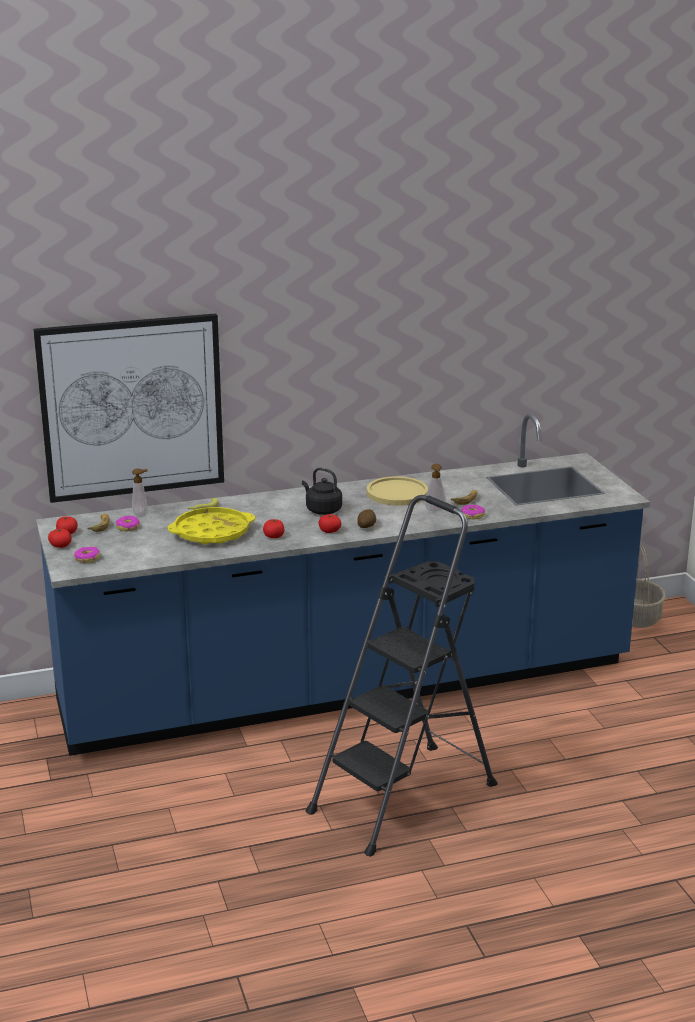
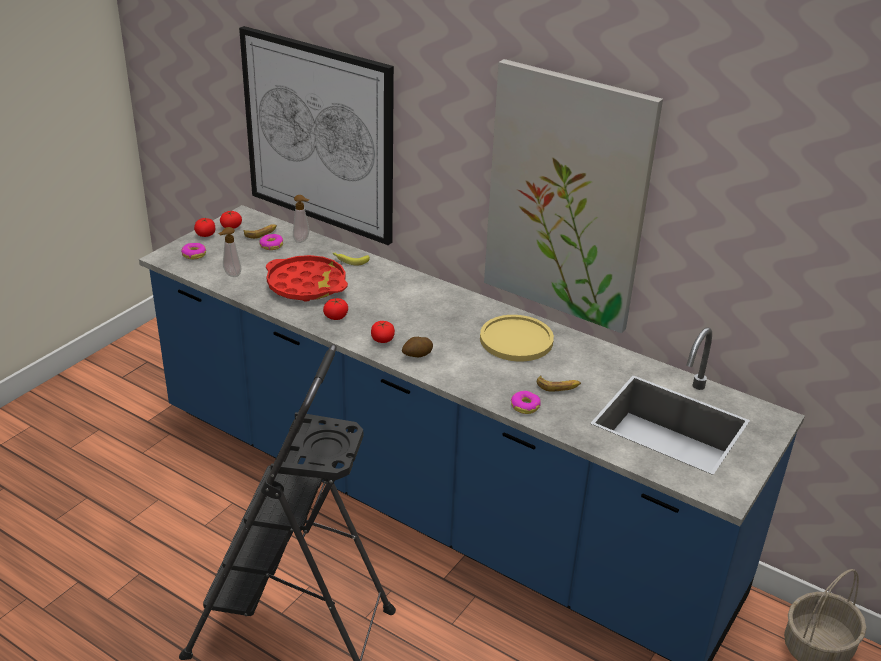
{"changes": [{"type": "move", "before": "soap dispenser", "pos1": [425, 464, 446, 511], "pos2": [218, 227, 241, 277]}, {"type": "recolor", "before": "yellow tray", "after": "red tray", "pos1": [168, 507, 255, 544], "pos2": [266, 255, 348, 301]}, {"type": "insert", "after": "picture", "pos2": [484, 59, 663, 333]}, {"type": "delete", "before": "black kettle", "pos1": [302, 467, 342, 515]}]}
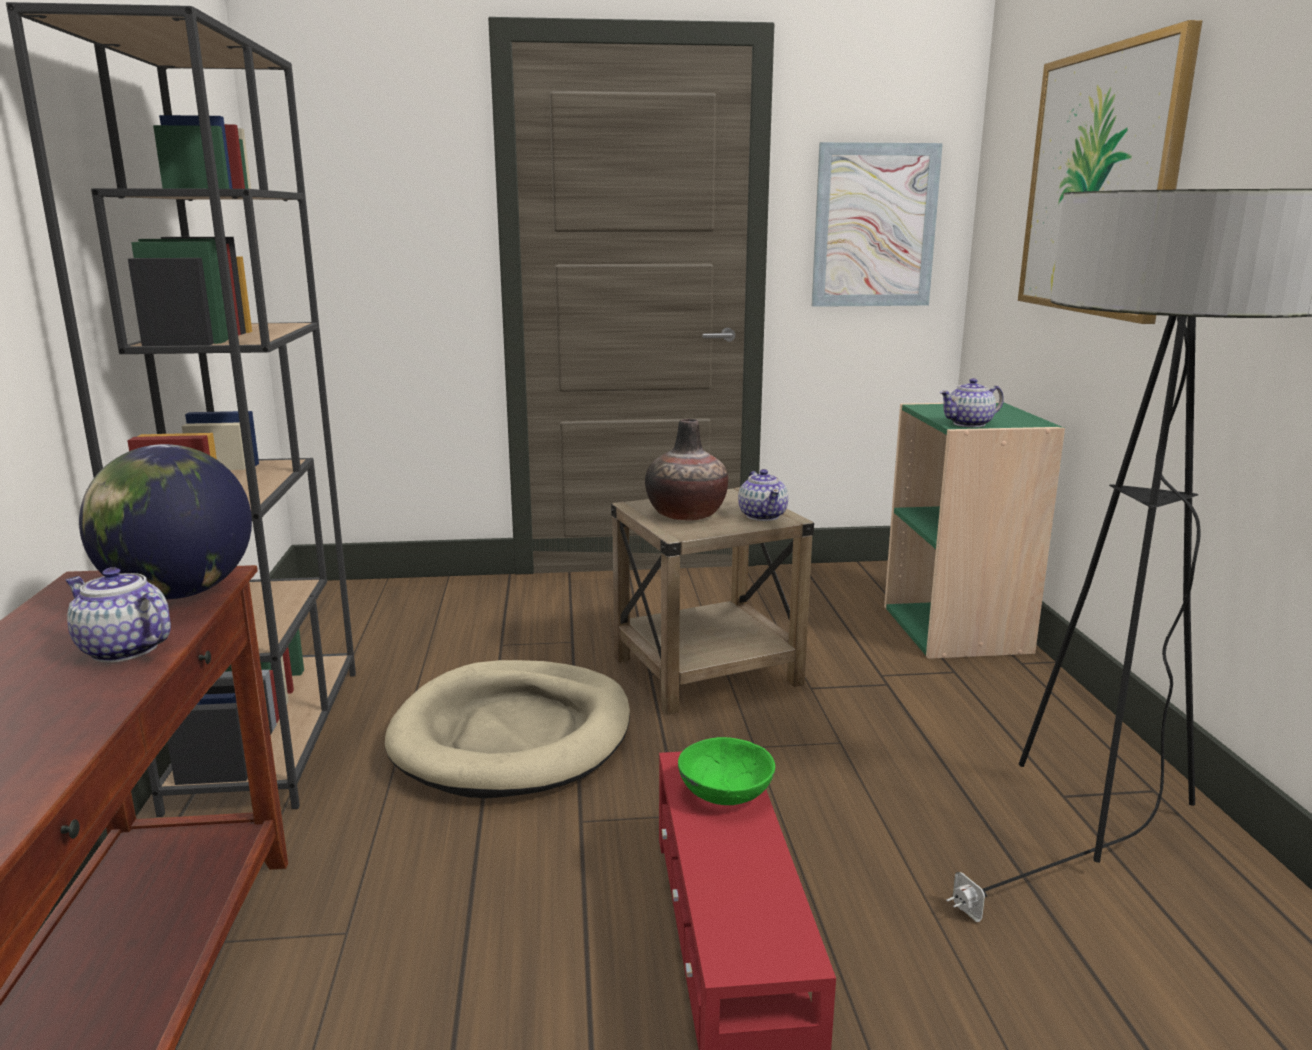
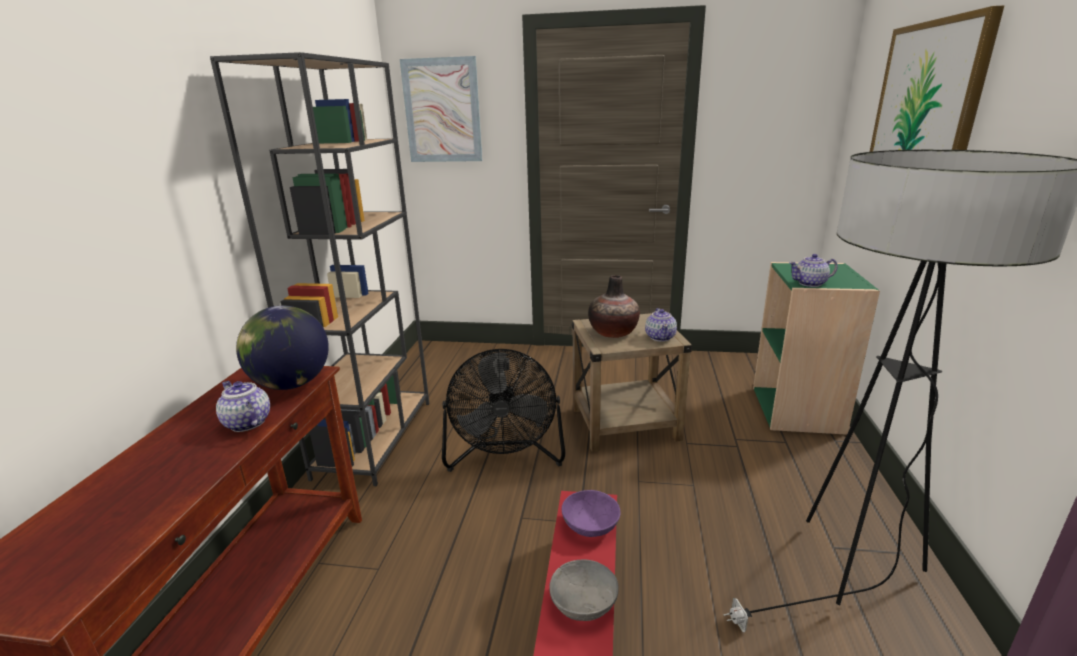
{"changes": [{"type": "move", "before": "picture", "pos1": [812, 142, 943, 307], "pos2": [400, 56, 483, 162]}, {"type": "replace", "before": "beige dog bed", "after": "black fan", "pos1": [385, 660, 630, 798], "pos2": [442, 349, 565, 472]}, {"type": "insert", "after": "grey bowl", "pos2": [549, 559, 619, 621]}, {"type": "recolor", "before": "green bowl", "after": "purple bowl", "pos1": [678, 737, 775, 805], "pos2": [562, 490, 620, 537]}]}
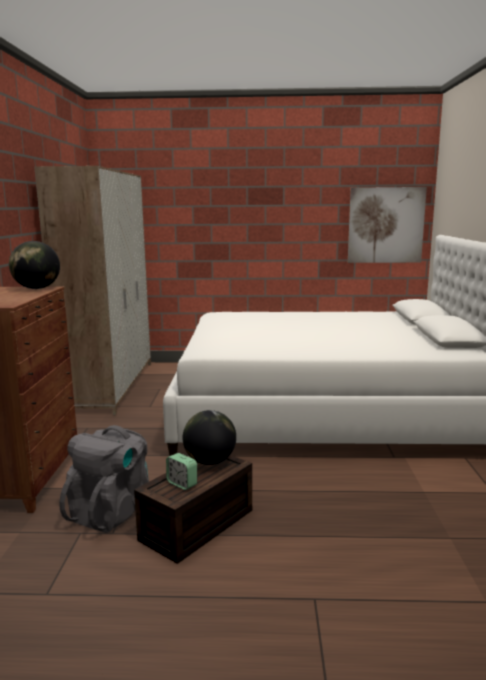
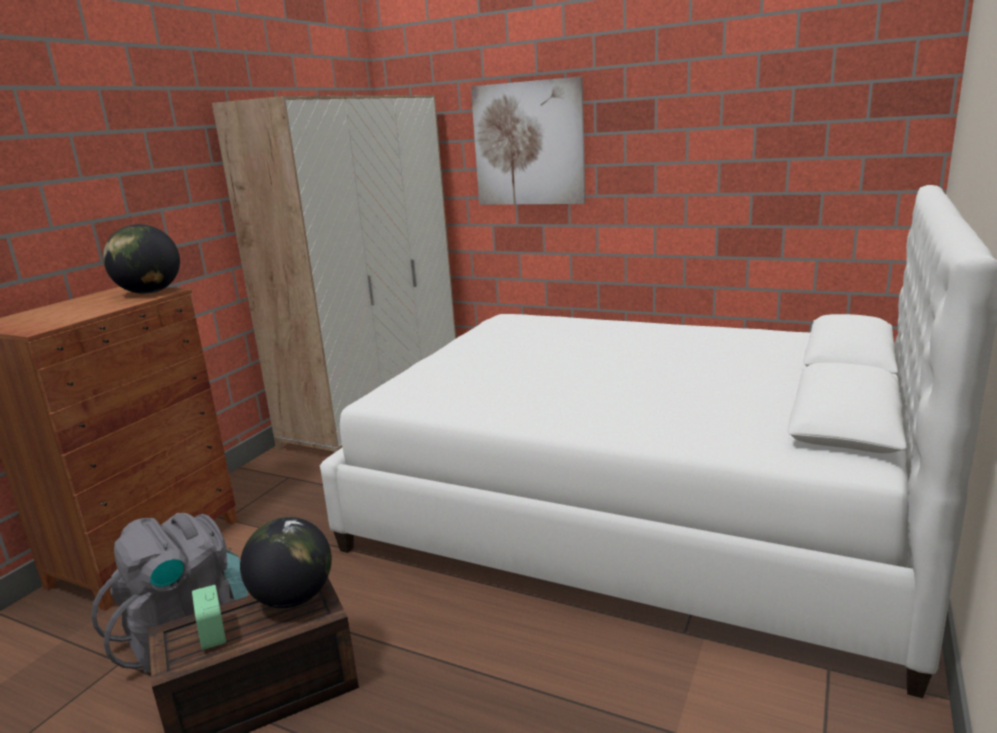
{"changes": [{"type": "move", "before": "picture", "pos1": [348, 187, 427, 263], "pos2": [471, 77, 585, 205]}]}
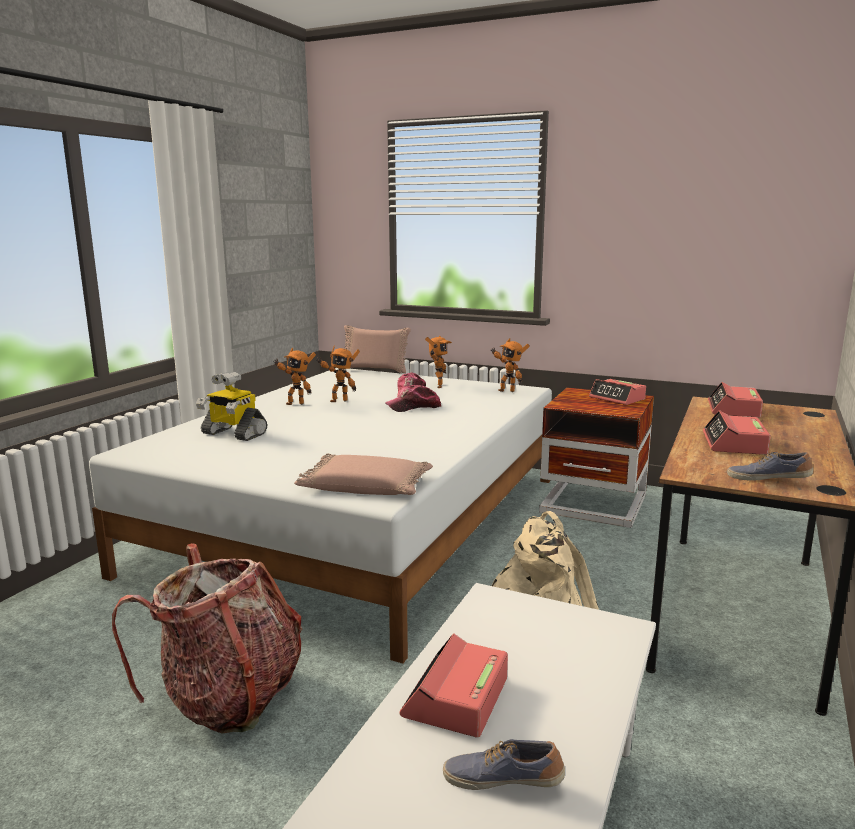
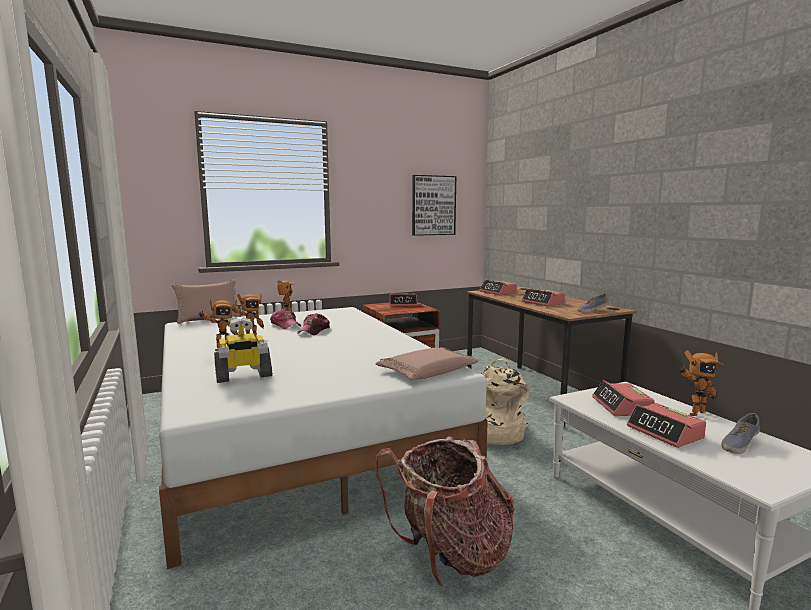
{"changes": [{"type": "insert", "after": "picture", "pos2": [412, 175, 456, 236]}, {"type": "insert", "after": "alarm clock", "pos2": [592, 380, 655, 416]}, {"type": "move", "before": "toy robot", "pos1": [491, 338, 530, 392], "pos2": [679, 350, 723, 416]}]}
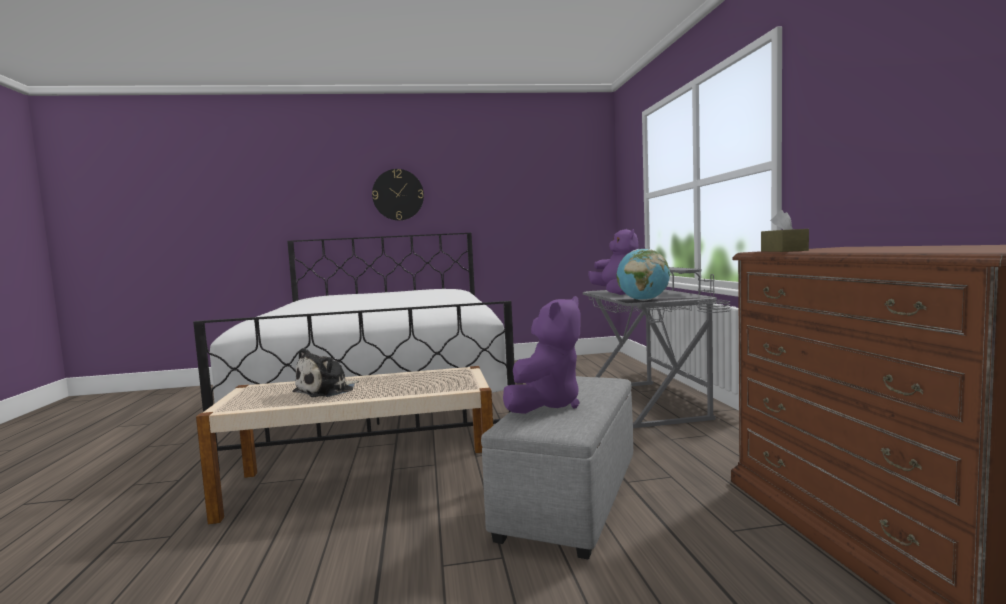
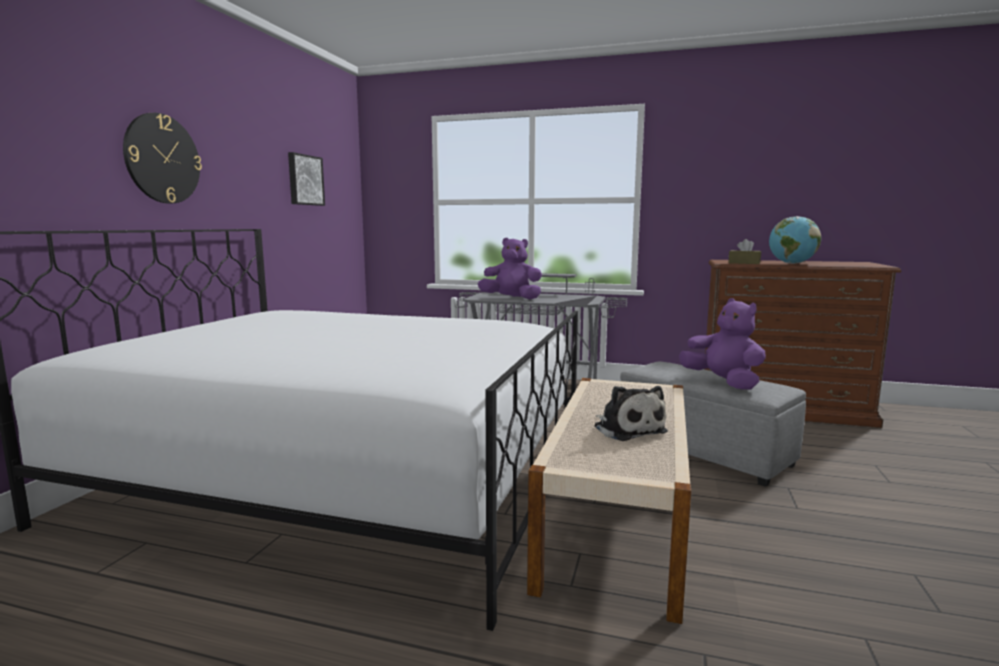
{"changes": [{"type": "insert", "after": "picture", "pos2": [288, 152, 325, 206]}, {"type": "move", "before": "globe", "pos1": [617, 249, 670, 301], "pos2": [769, 216, 821, 264]}]}
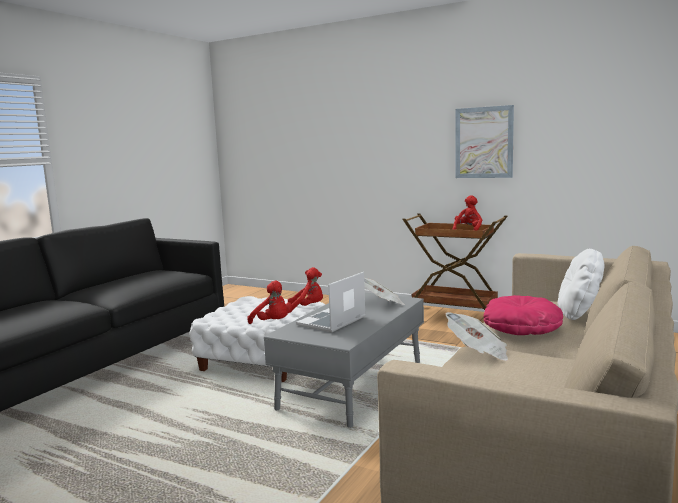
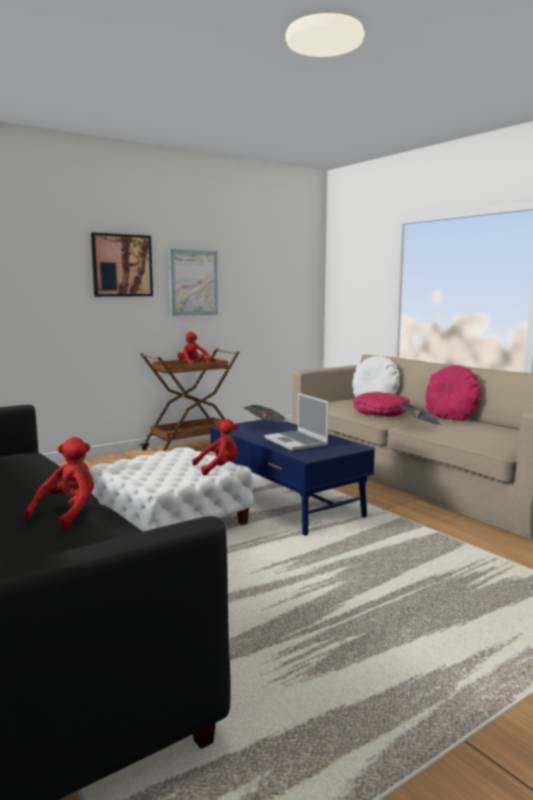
{"changes": [{"type": "move", "before": "red plush toy", "pos1": [288, 267, 323, 312], "pos2": [24, 437, 94, 529]}, {"type": "insert", "after": "picture", "pos2": [91, 233, 153, 297]}, {"type": "recolor", "before": "grey coffee table", "after": "blue coffee table", "pos1": [264, 293, 424, 428], "pos2": [210, 419, 375, 535]}, {"type": "insert", "after": "pink pillow", "pos2": [426, 366, 481, 421]}]}
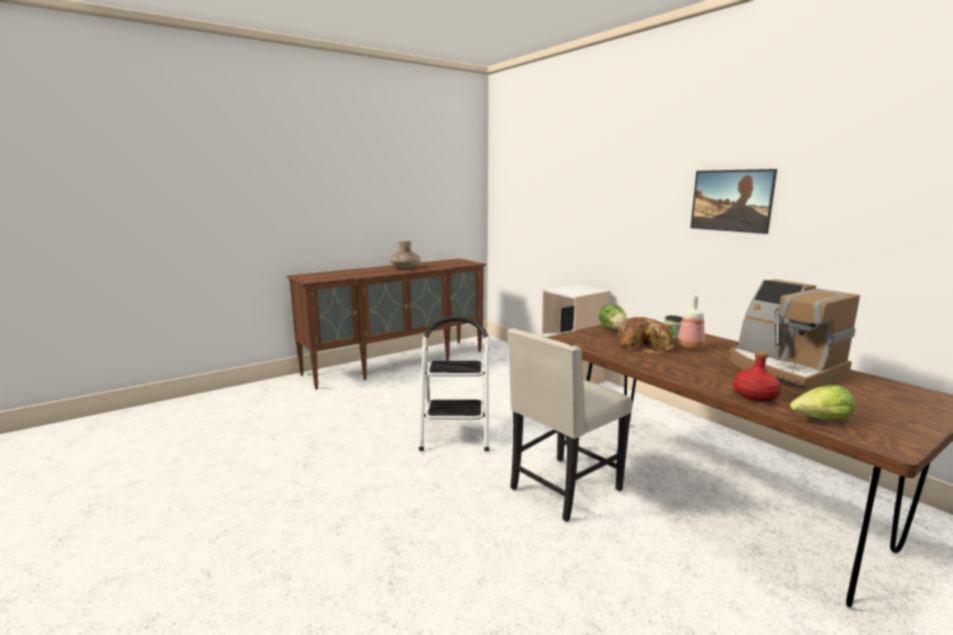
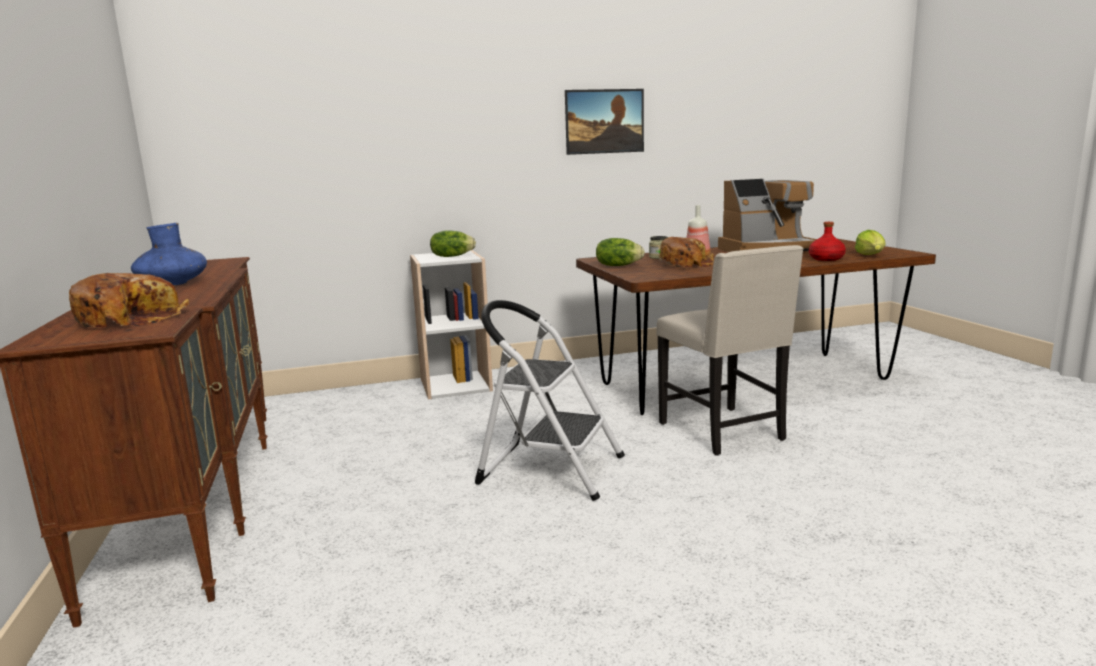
{"changes": [{"type": "insert", "after": "bread", "pos2": [69, 273, 189, 328]}, {"type": "recolor", "before": "brown vase", "after": "blue vase", "pos1": [390, 241, 421, 269], "pos2": [131, 223, 207, 286]}, {"type": "insert", "after": "lettuce", "pos2": [430, 230, 476, 257]}]}
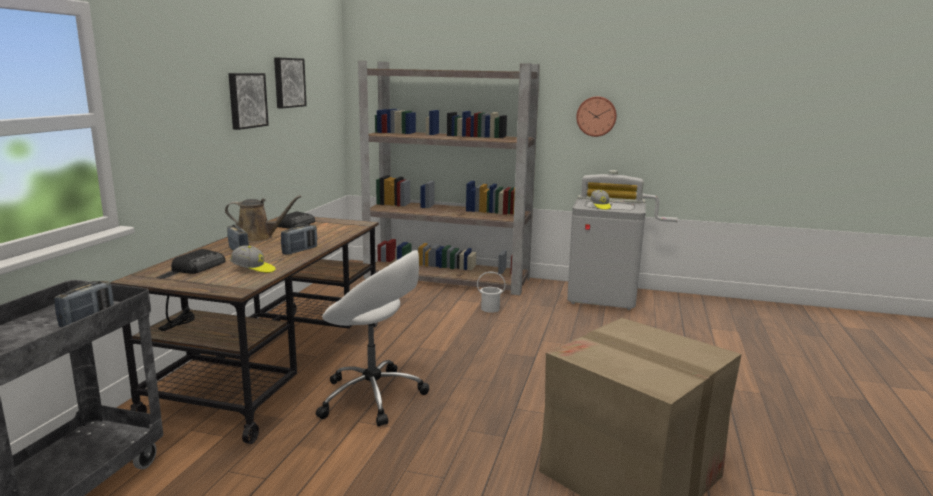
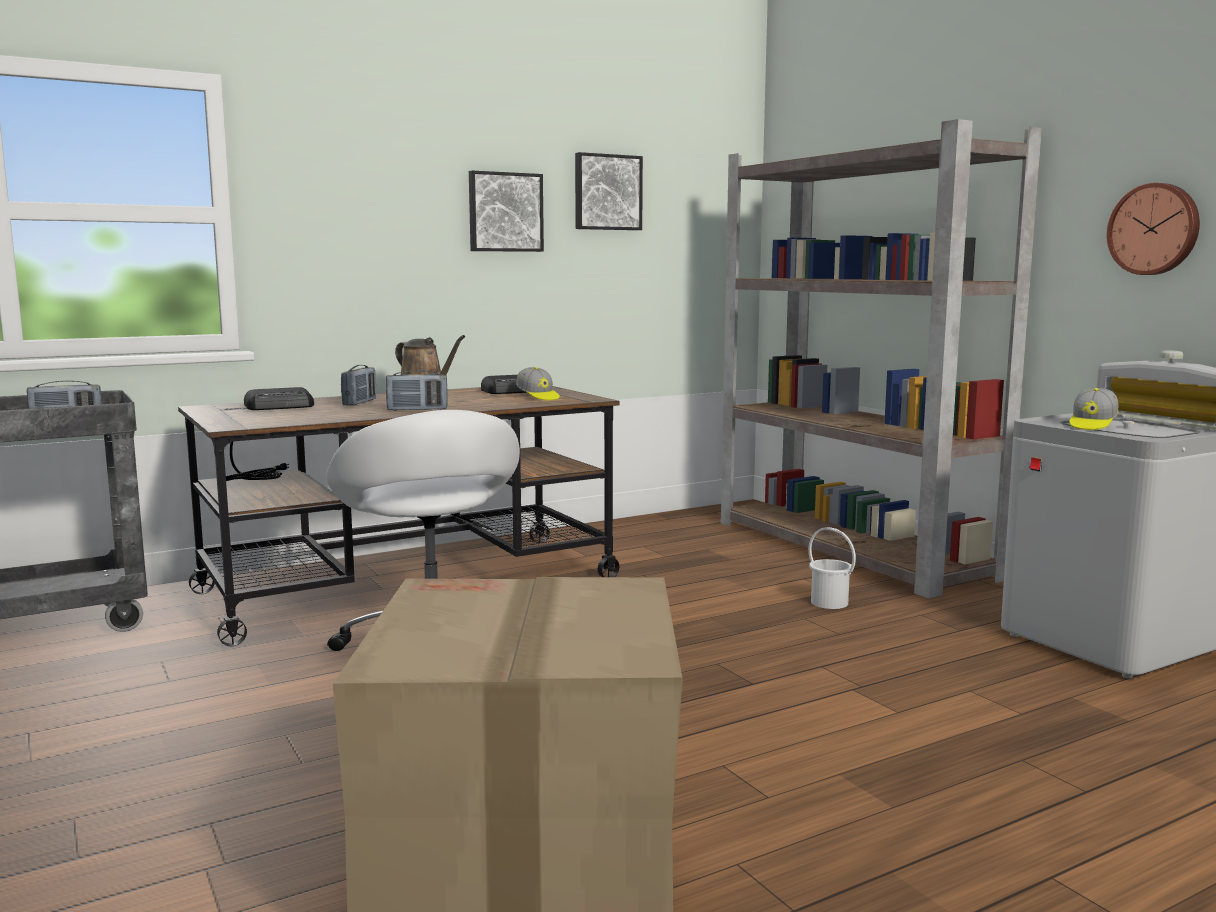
{"changes": [{"type": "move", "before": "cap", "pos1": [230, 245, 276, 273], "pos2": [516, 367, 560, 401]}]}
